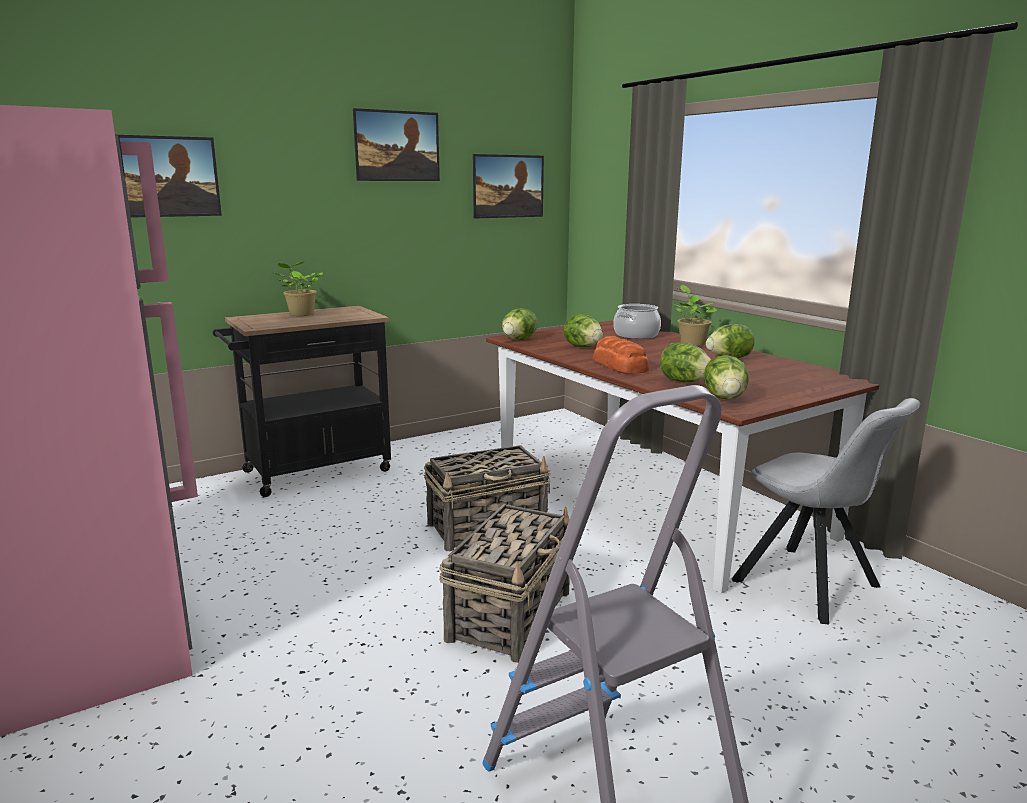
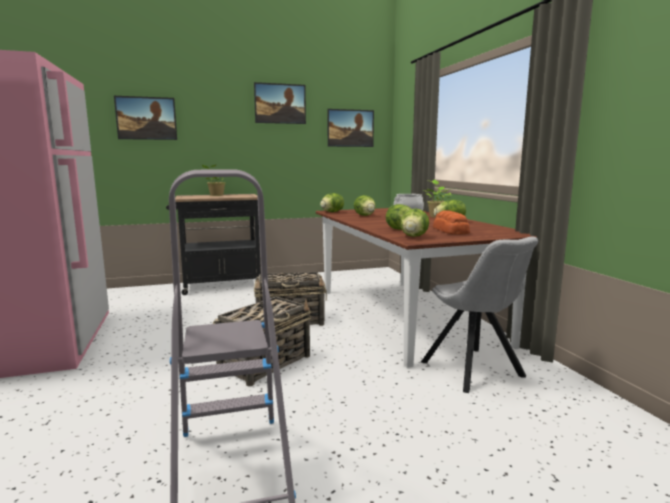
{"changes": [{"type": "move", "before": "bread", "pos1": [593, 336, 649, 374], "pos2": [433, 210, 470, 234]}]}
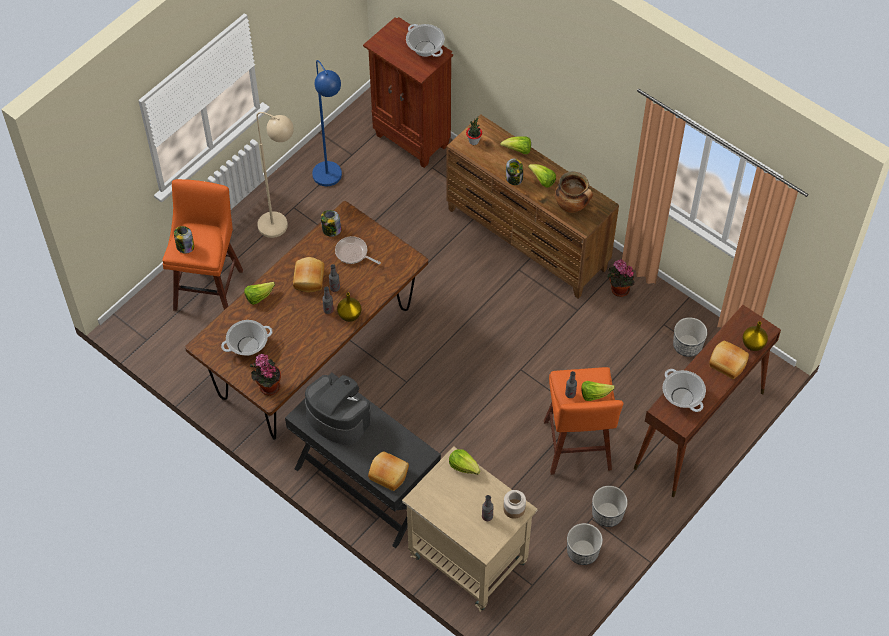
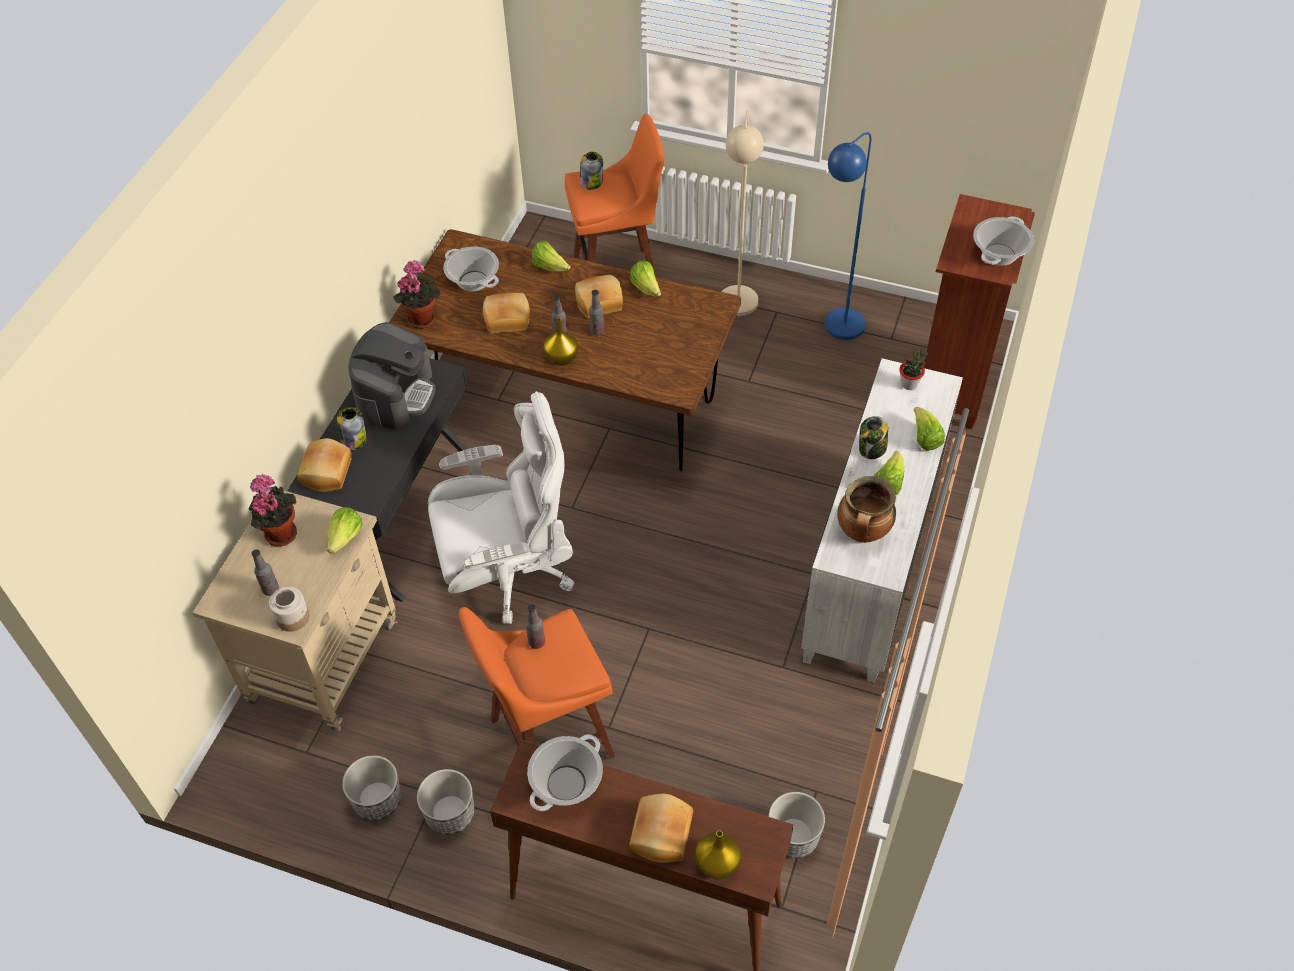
{"changes": [{"type": "move", "before": "potted plant", "pos1": [607, 259, 634, 297], "pos2": [249, 474, 297, 547]}, {"type": "move", "before": "jar", "pos1": [321, 210, 341, 237], "pos2": [337, 407, 367, 450]}, {"type": "insert", "after": "white office chair", "pos2": [428, 391, 574, 624]}, {"type": "insert", "after": "bread", "pos2": [483, 293, 530, 333]}, {"type": "move", "before": "lettuce", "pos1": [581, 381, 615, 401], "pos2": [630, 261, 661, 297]}, {"type": "recolor", "before": "brown dresser", "after": "white dresser", "pos1": [446, 114, 619, 299], "pos2": [801, 358, 963, 683]}, {"type": "delete", "before": "frying pan", "pos1": [335, 236, 381, 264]}]}
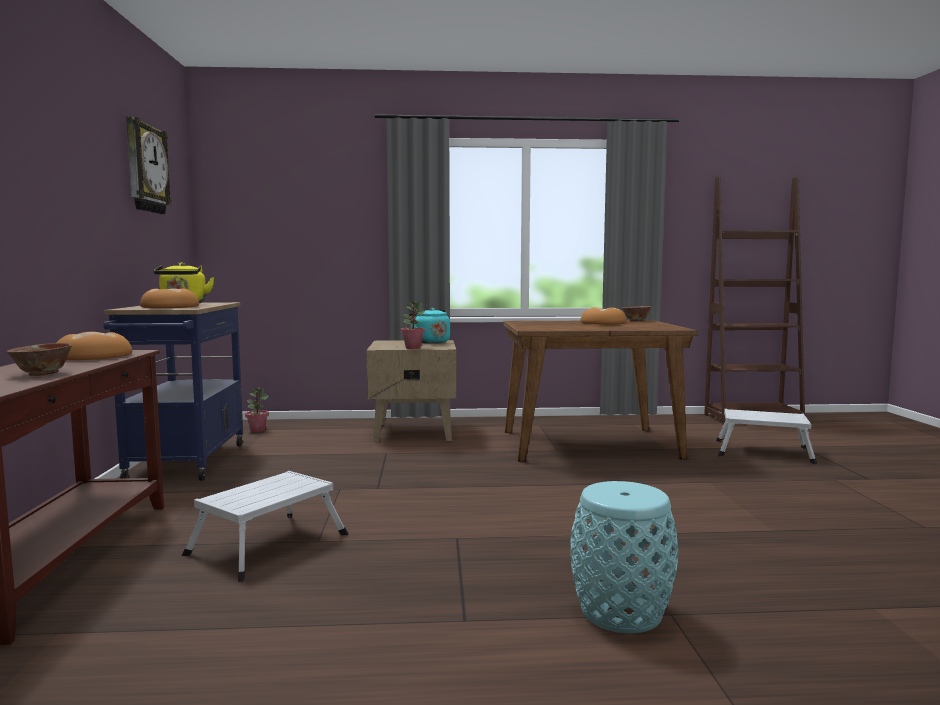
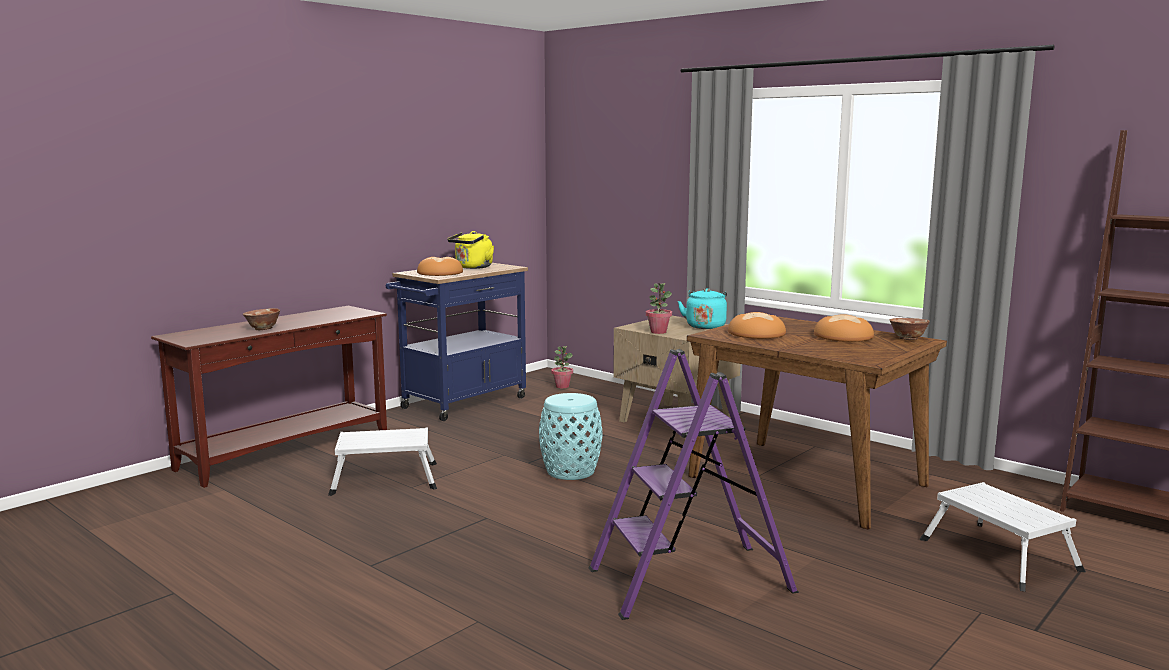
{"changes": [{"type": "move", "before": "turquoise stool", "pos1": [570, 481, 678, 633], "pos2": [539, 393, 602, 480]}, {"type": "insert", "after": "purple step ladder", "pos2": [588, 349, 799, 620]}, {"type": "move", "before": "bread", "pos1": [57, 332, 132, 360], "pos2": [728, 312, 786, 339]}, {"type": "delete", "before": "wall clock", "pos1": [126, 116, 172, 214]}]}
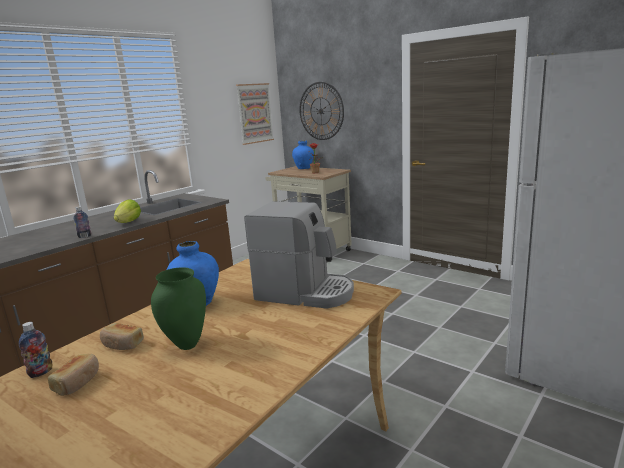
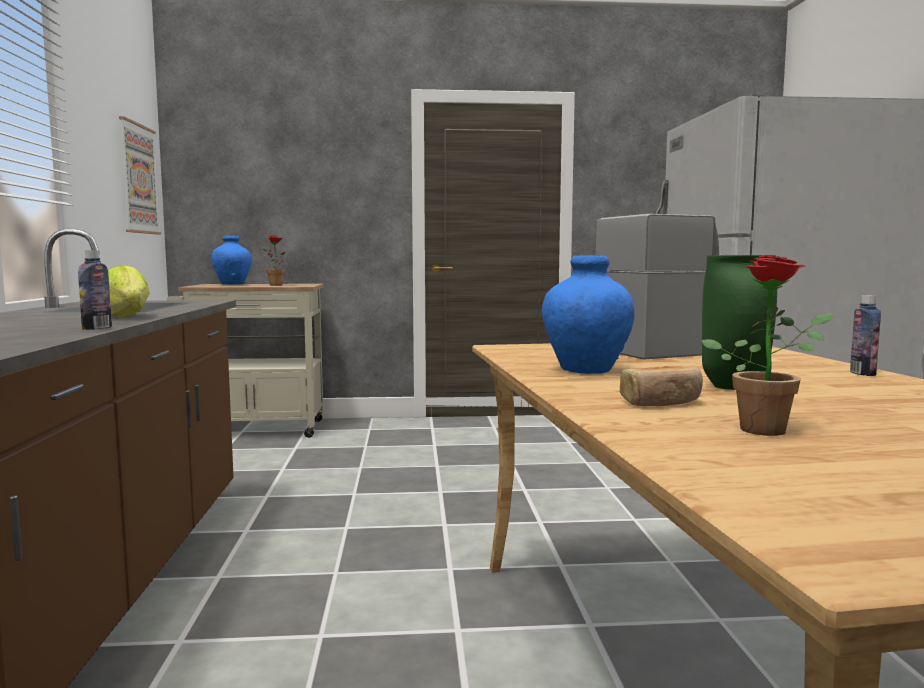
{"changes": [{"type": "replace", "before": "bread", "after": "potted plant", "pos1": [48, 354, 99, 396], "pos2": [701, 255, 833, 436]}, {"type": "move", "before": "bottle", "pos1": [19, 322, 52, 378], "pos2": [850, 295, 881, 376]}, {"type": "delete", "before": "wall clock", "pos1": [299, 82, 344, 140]}]}
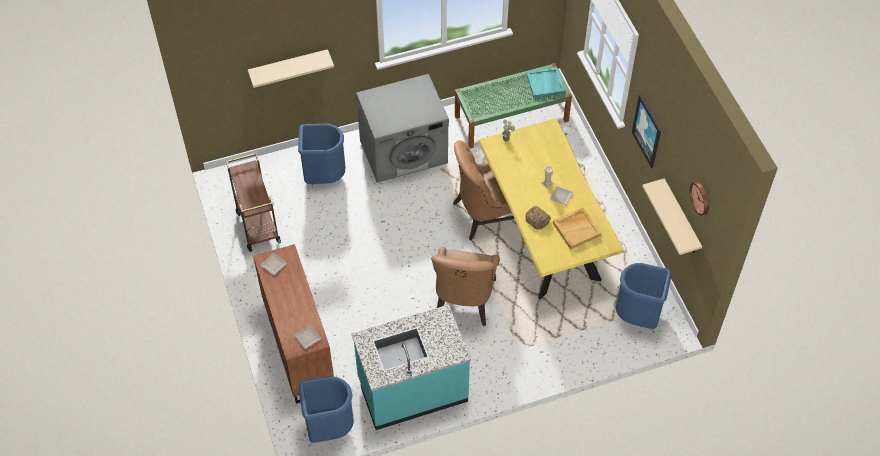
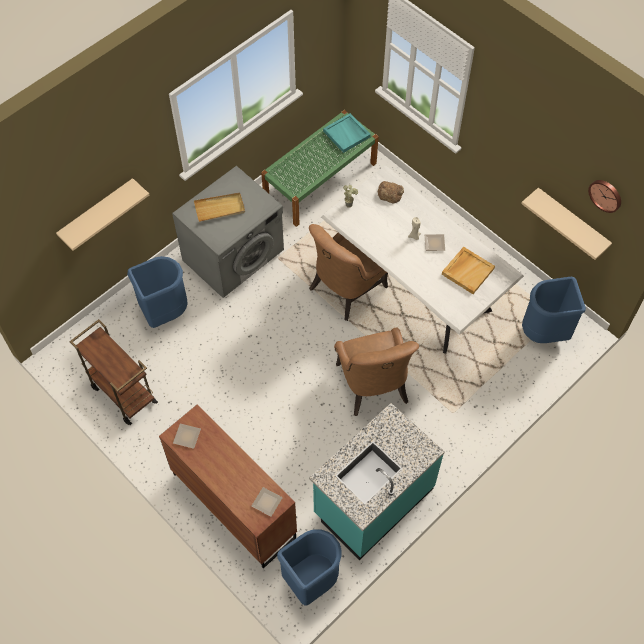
{"changes": [{"type": "insert", "after": "beige tray", "pos2": [194, 193, 245, 222]}, {"type": "recolor", "before": "yellow dining table", "after": "white dining table", "pos1": [478, 118, 624, 300], "pos2": [321, 165, 524, 353]}, {"type": "move", "before": "bread", "pos1": [526, 206, 551, 229], "pos2": [378, 181, 404, 203]}, {"type": "delete", "before": "picture", "pos1": [632, 95, 661, 168]}]}
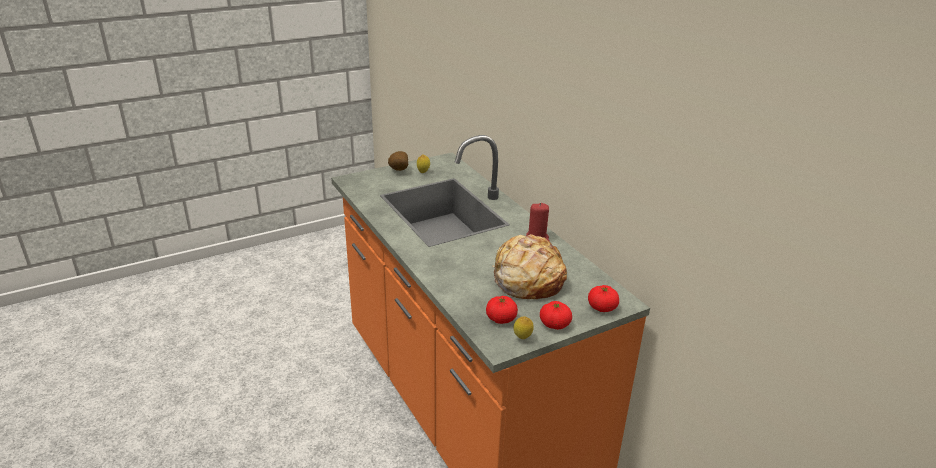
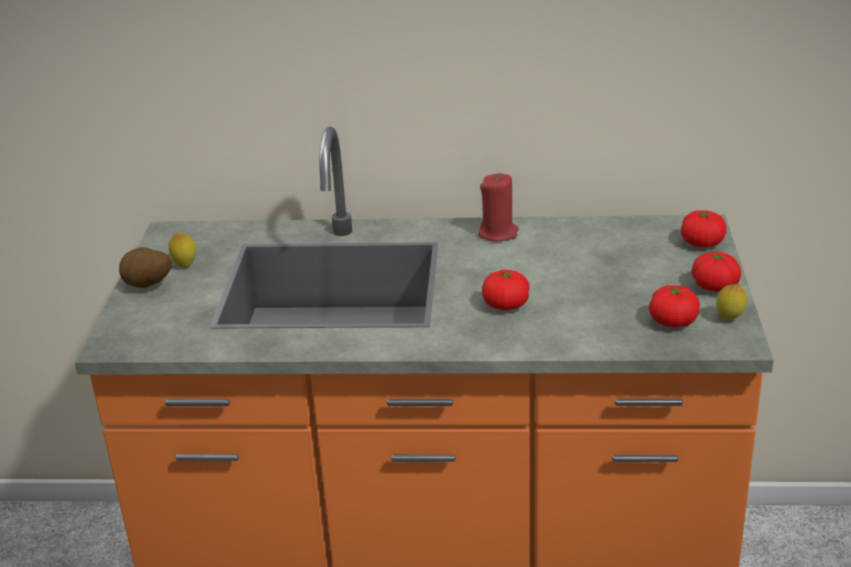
{"changes": [{"type": "insert", "after": "tomato", "pos2": [482, 270, 529, 310]}, {"type": "delete", "before": "bread", "pos1": [493, 234, 567, 299]}]}
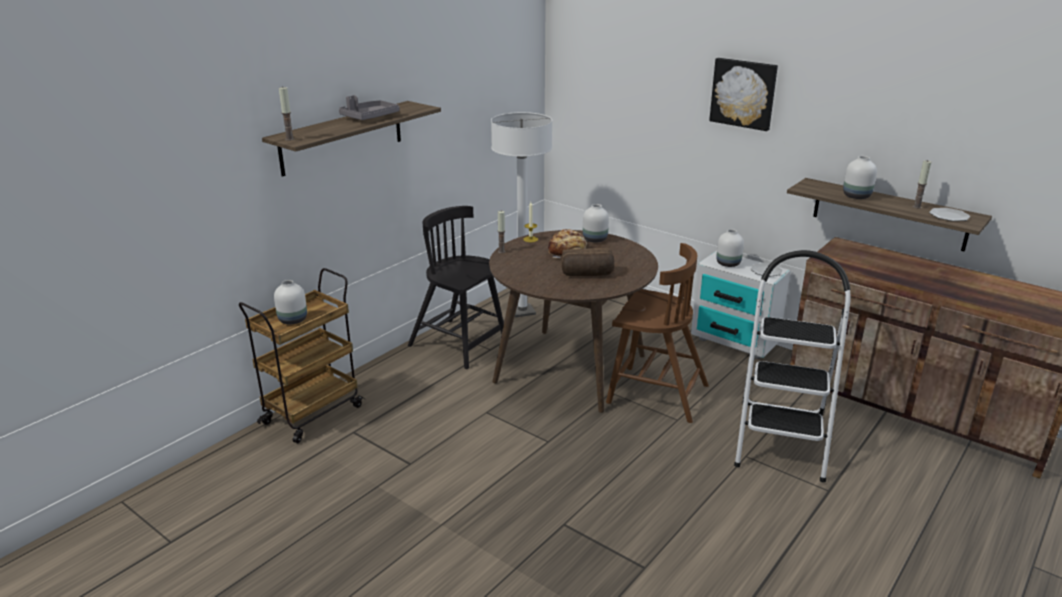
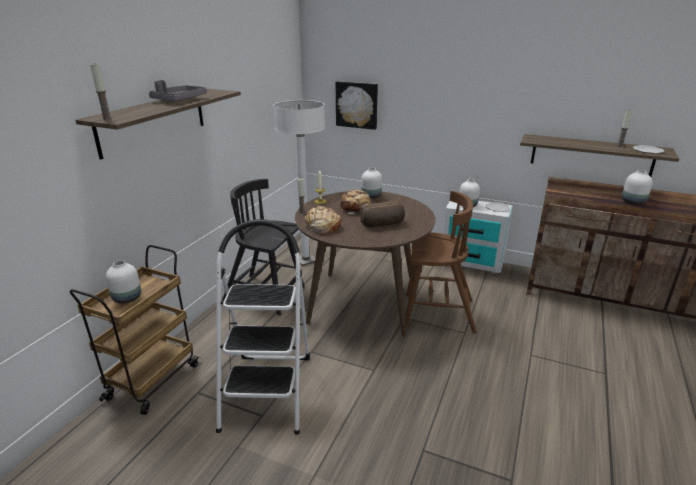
{"changes": [{"type": "move", "before": "step ladder", "pos1": [734, 250, 851, 482], "pos2": [216, 219, 310, 435]}, {"type": "insert", "after": "bread", "pos2": [304, 206, 342, 234]}, {"type": "move", "before": "picture", "pos1": [709, 58, 778, 131], "pos2": [336, 81, 378, 130]}, {"type": "move", "before": "white vase", "pos1": [843, 156, 877, 199], "pos2": [622, 170, 653, 205]}]}
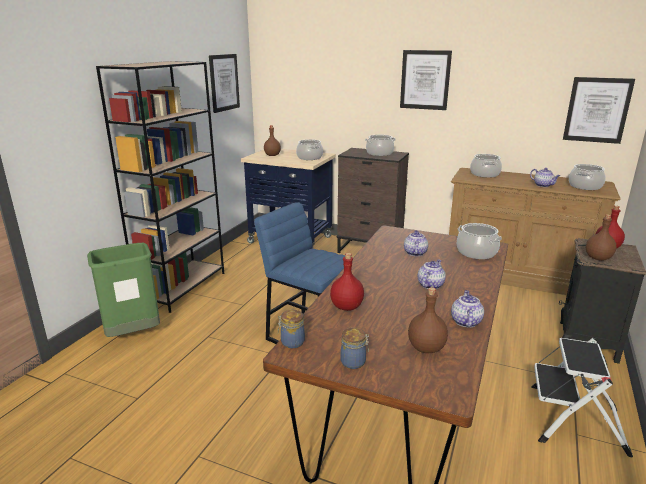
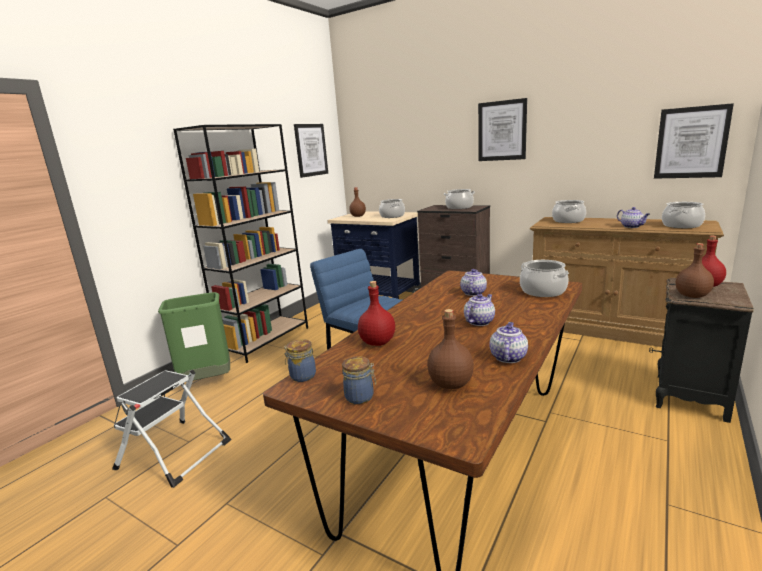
{"changes": [{"type": "move", "before": "step ladder", "pos1": [531, 337, 633, 458], "pos2": [112, 370, 232, 488]}]}
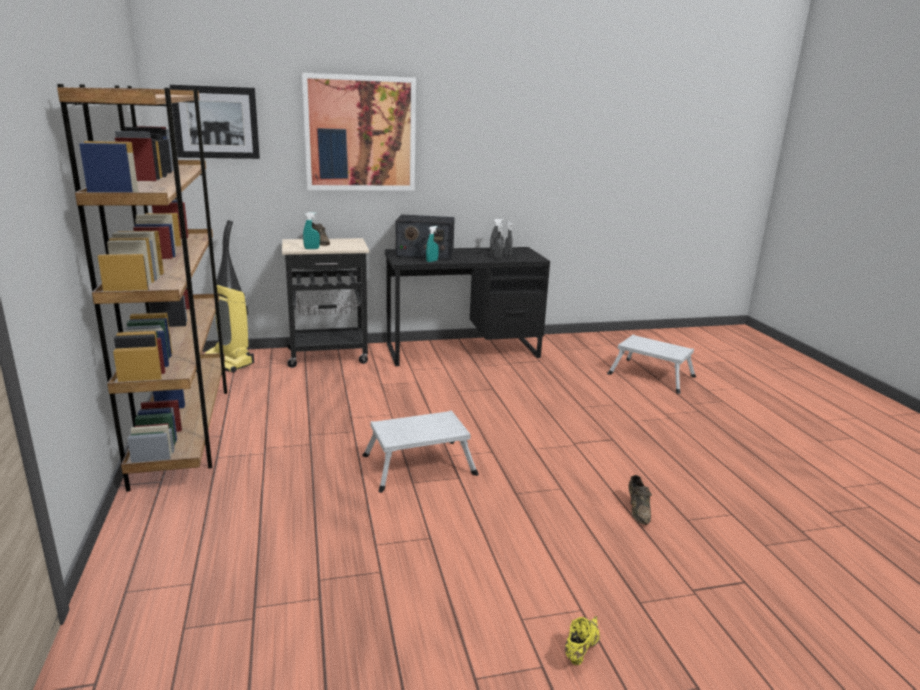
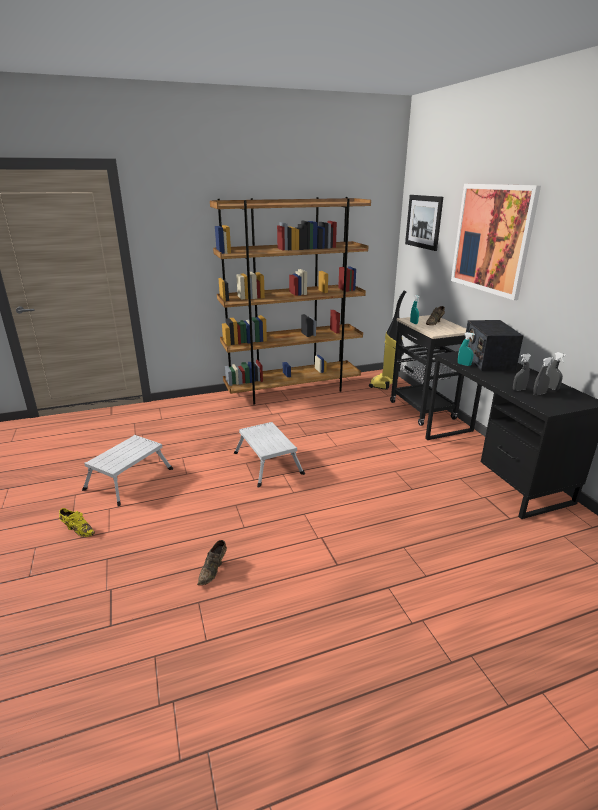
{"changes": [{"type": "move", "before": "white step ladder", "pos1": [607, 335, 696, 394], "pos2": [82, 435, 173, 507]}, {"type": "rotate", "before": "brown shoe", "pos1": [628, 475, 652, 525], "pos2": [197, 540, 227, 585], "turn": -60}]}
